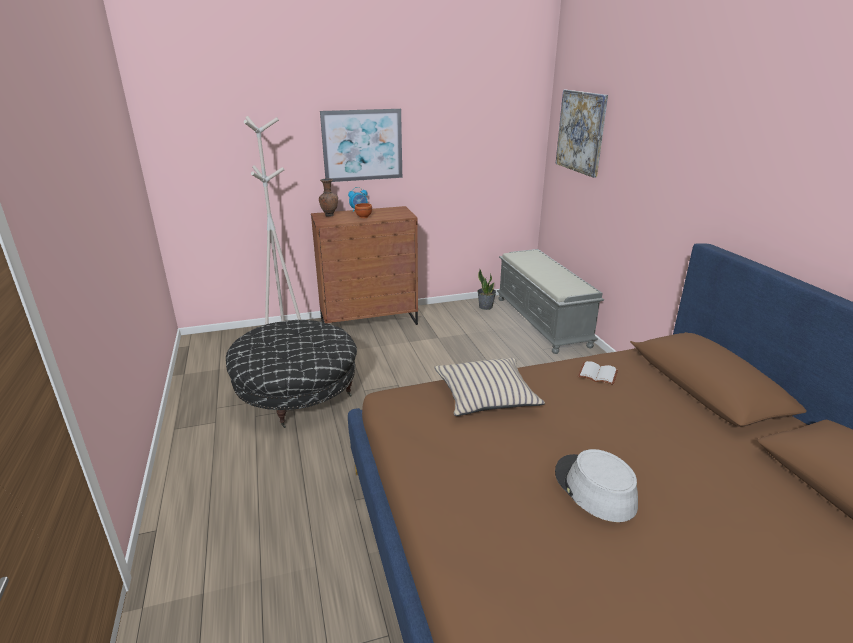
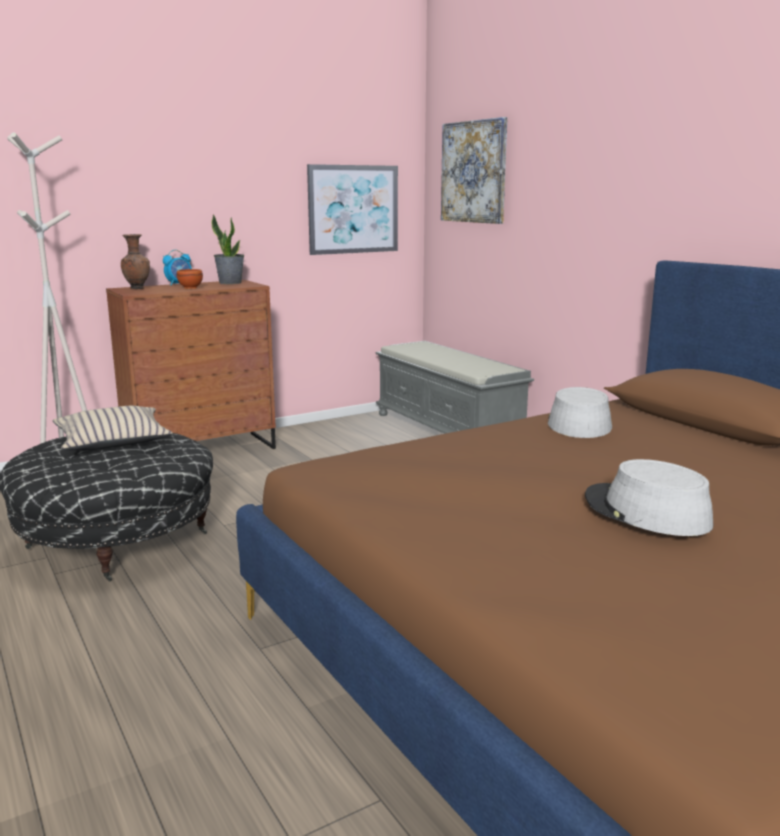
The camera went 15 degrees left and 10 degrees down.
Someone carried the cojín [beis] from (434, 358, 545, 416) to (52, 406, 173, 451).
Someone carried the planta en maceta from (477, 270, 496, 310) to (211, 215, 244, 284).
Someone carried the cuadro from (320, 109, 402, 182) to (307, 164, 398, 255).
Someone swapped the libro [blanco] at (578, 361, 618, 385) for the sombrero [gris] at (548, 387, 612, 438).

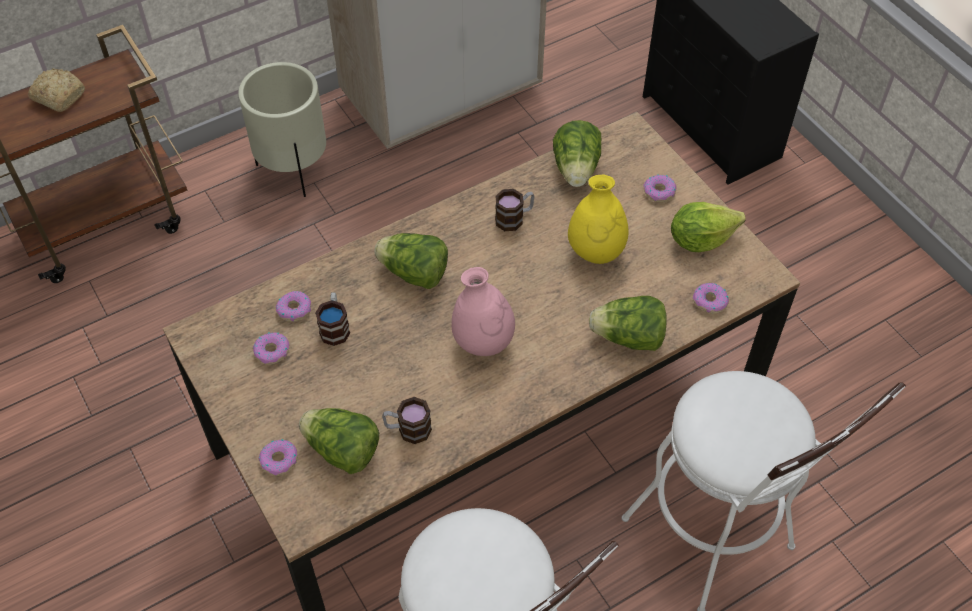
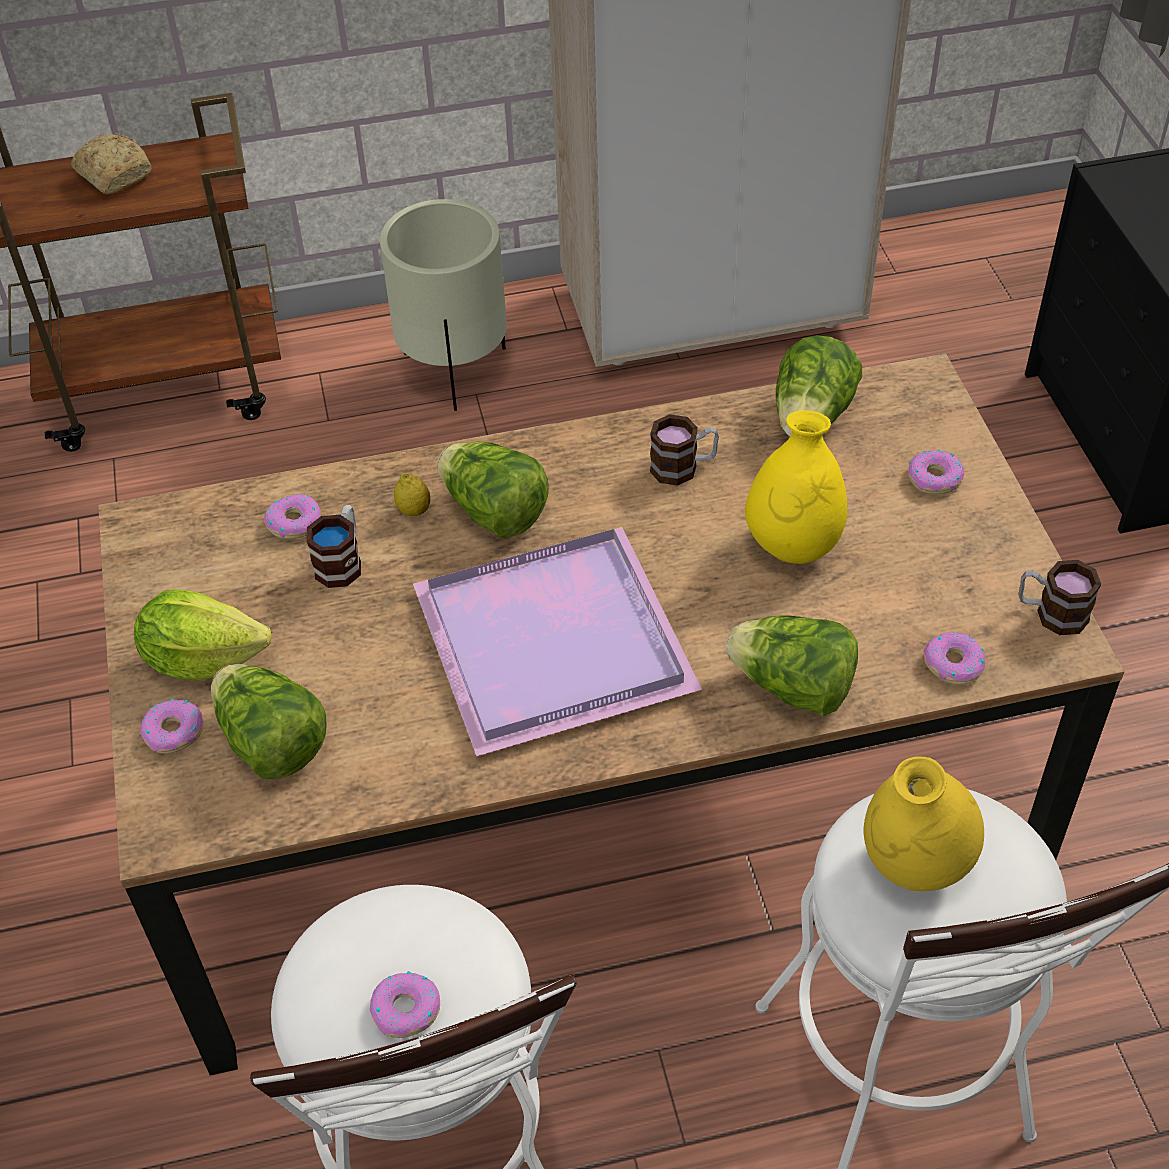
The camera went 20 degrees right and 5 degrees down.
Someone carried the lechuga from (671, 202, 746, 252) to (134, 589, 272, 680).
Someone carried the rosquilla from (253, 332, 290, 365) to (370, 971, 440, 1038).
Someone put down the limón at (394, 473, 430, 516).
Someone swapped the florero [rosa] at (452, 267, 515, 356) for the bandeja [morado] at (413, 527, 702, 756).
Someone put down the florero [amarillo] at (864, 756, 984, 891).
Someone carried the taza grande from (382, 397, 432, 444) to (1019, 560, 1101, 635).

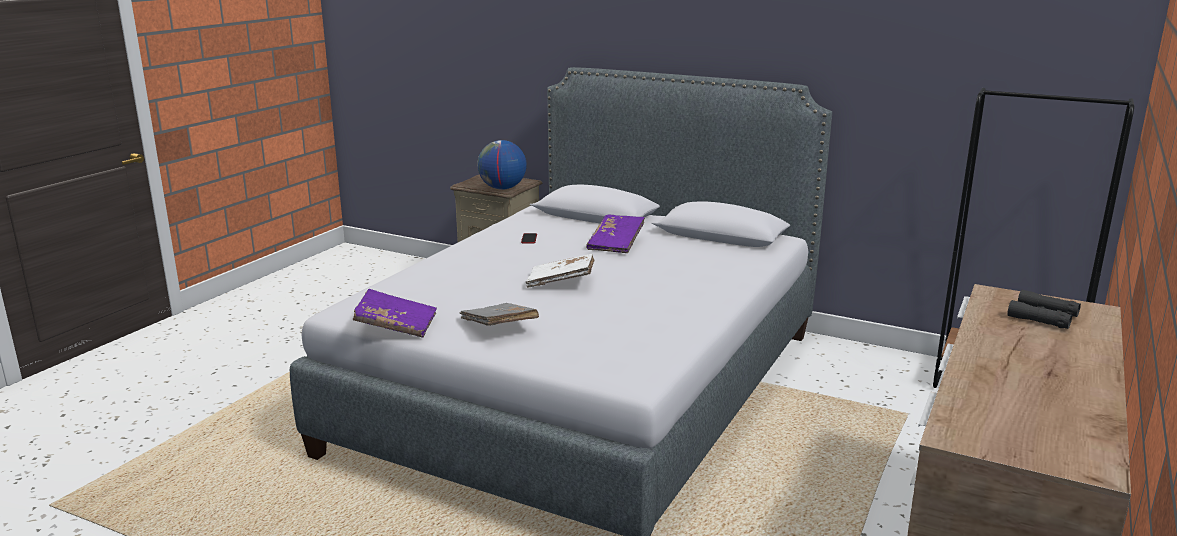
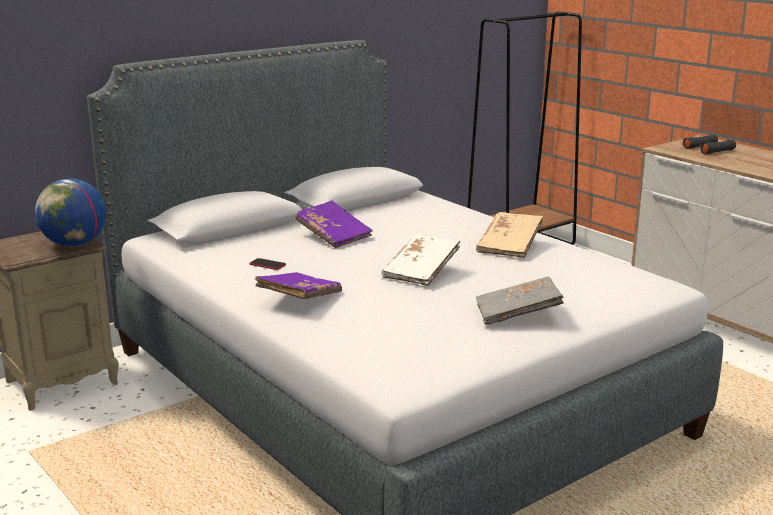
The camera went 65 degrees left and 0 degrees up.
Someone carried the libro [morado] from (353, 289, 437, 338) to (255, 272, 342, 299).
Someone put down the libro [beis] at (476, 212, 543, 258).

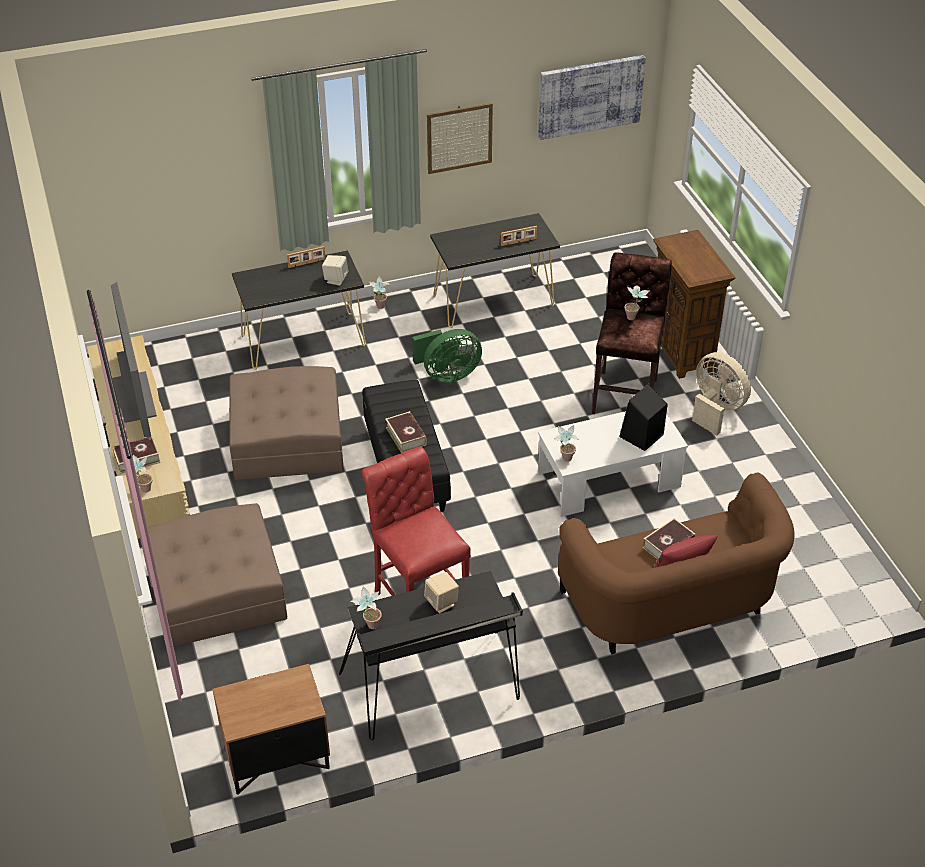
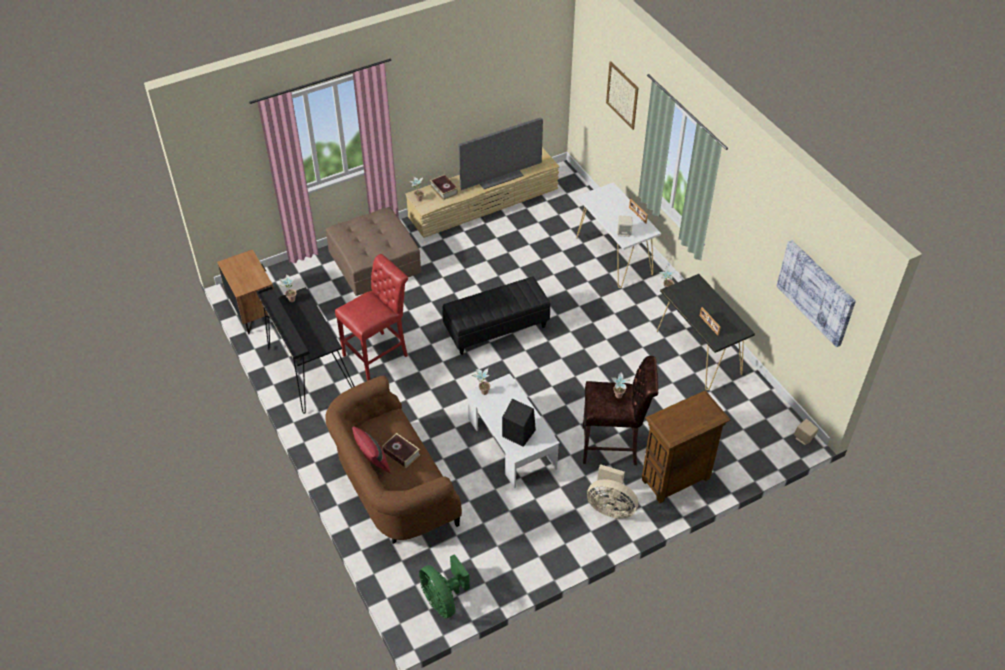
The camera went 80 degrees right and 5 degrees up.
Someone carried the ventilador [verde] from (412, 329, 482, 383) to (419, 554, 470, 618).
Someone repainted the mesa consola [negro] at (232, 251, 365, 369), which became the mesa consola [blanco] at (576, 182, 661, 288).
Someone rotated the ventilador [beis] at (692, 352, 751, 436) by 75 degrees clockwise.
Someone carried the cuadro from (427, 103, 493, 174) to (606, 61, 638, 130).
Someone carried the altavoz [beis] from (424, 572, 459, 613) to (794, 419, 818, 445).
Someone took away the puf [marrón] at (229, 366, 344, 480).
Someone took away the libro at (385, 411, 427, 453).

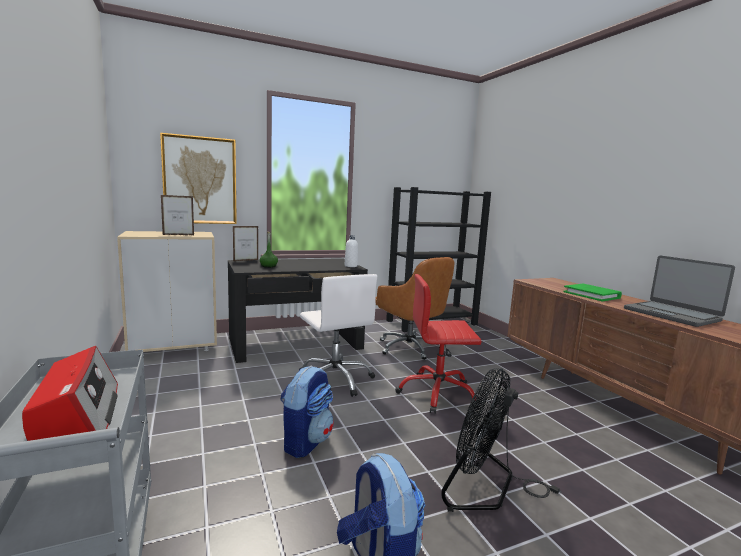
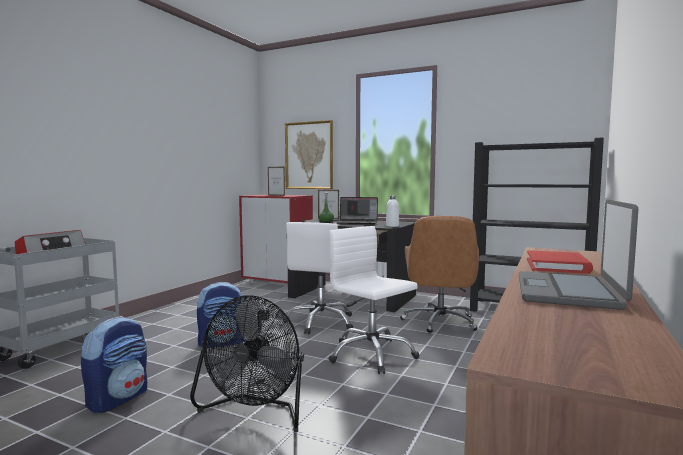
The camera went 50 degrees right and 5 degrees down.
Someone rotated the ventilador [negro] at (441, 368, 561, 512) by 150 degrees counterclockwise.
Someone repainted the armario [beis] at (117, 231, 217, 352), which became the armario [rojo] at (239, 195, 313, 283).
Someone repainted the silla de oficina [rojo] at (395, 274, 482, 414), which became the silla de oficina [blanco] at (329, 226, 419, 374).
Someone put down the portátil at (336, 197, 378, 224).
Someone repainted the libro [verde] at (563, 284, 622, 301), which became the libro [rojo] at (527, 250, 593, 274).

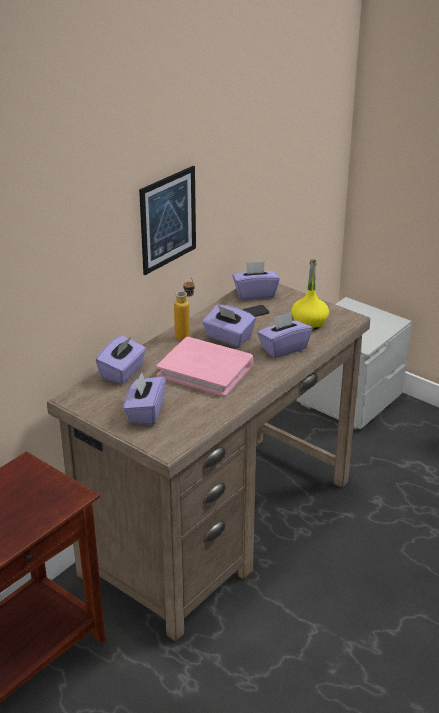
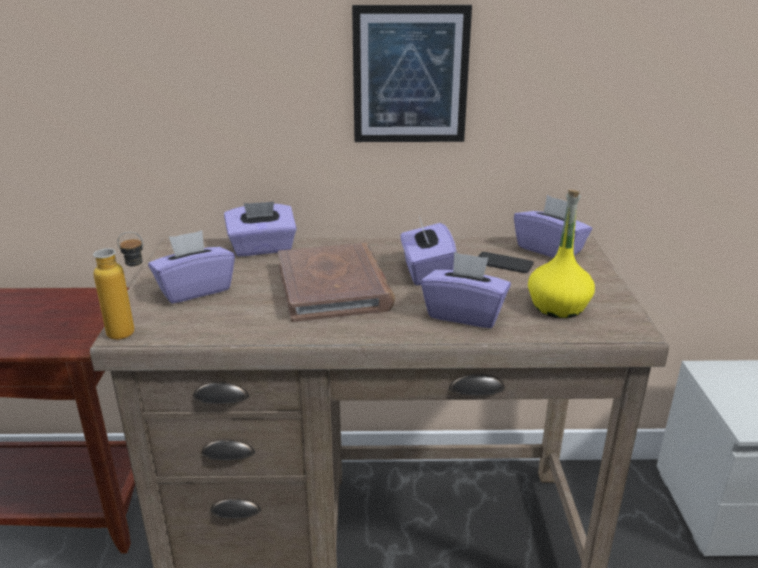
The camera went 50 degrees right and 5 degrees down.
Someone carried the botella from (174, 278, 195, 341) to (93, 231, 144, 340).
Someone repainted the libro [rosa] at (156, 337, 254, 397), which became the libro [marrón] at (278, 243, 395, 322).

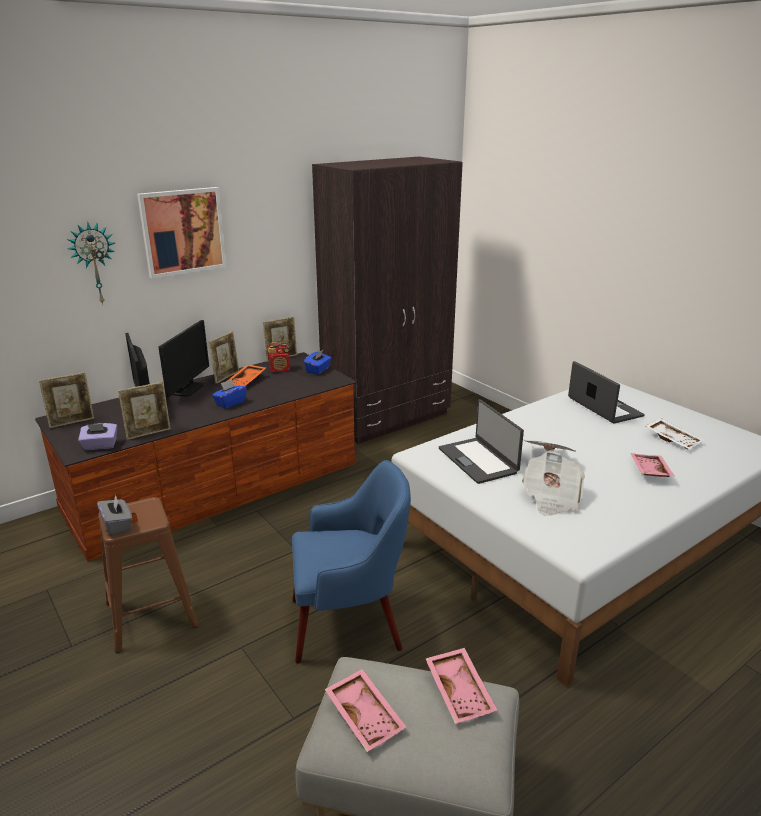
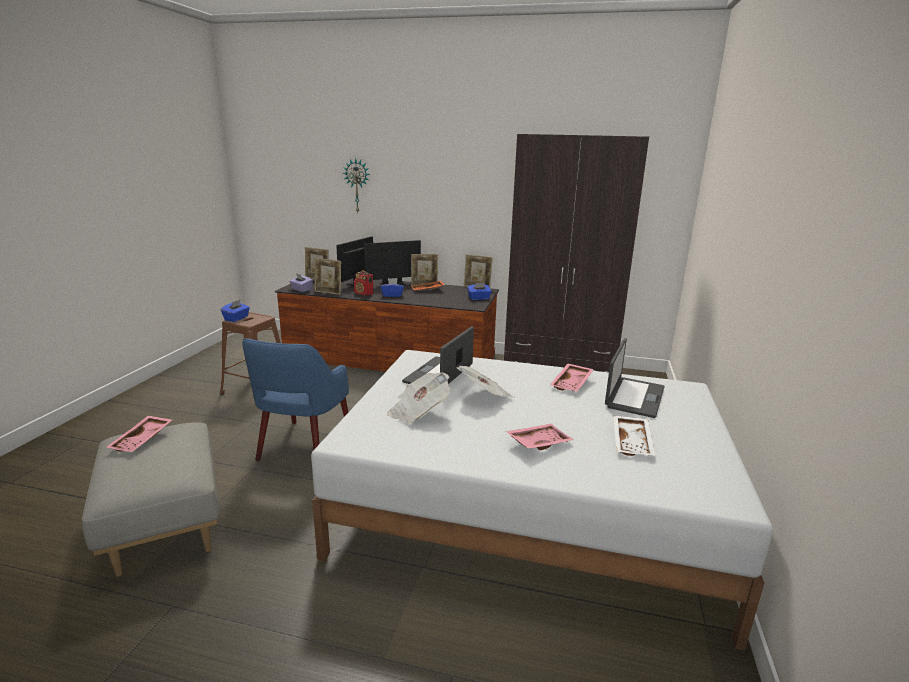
The camera went 50 degrees right and 5 degrees down.
Someone repainted the caja de pañuelos [gris] at (97, 494, 132, 536), which became the caja de pañuelos [azul] at (221, 299, 250, 322).
Someone rotated the sillón [azul] at (292, 460, 411, 664) by 60 degrees clockwise.
Someone carried the radio from (267, 342, 290, 372) to (354, 270, 373, 296).
Someone carried the bandeja [rosa] from (426, 648, 497, 724) to (550, 363, 594, 391).
Someone took away the cuadro at (137, 187, 227, 279).

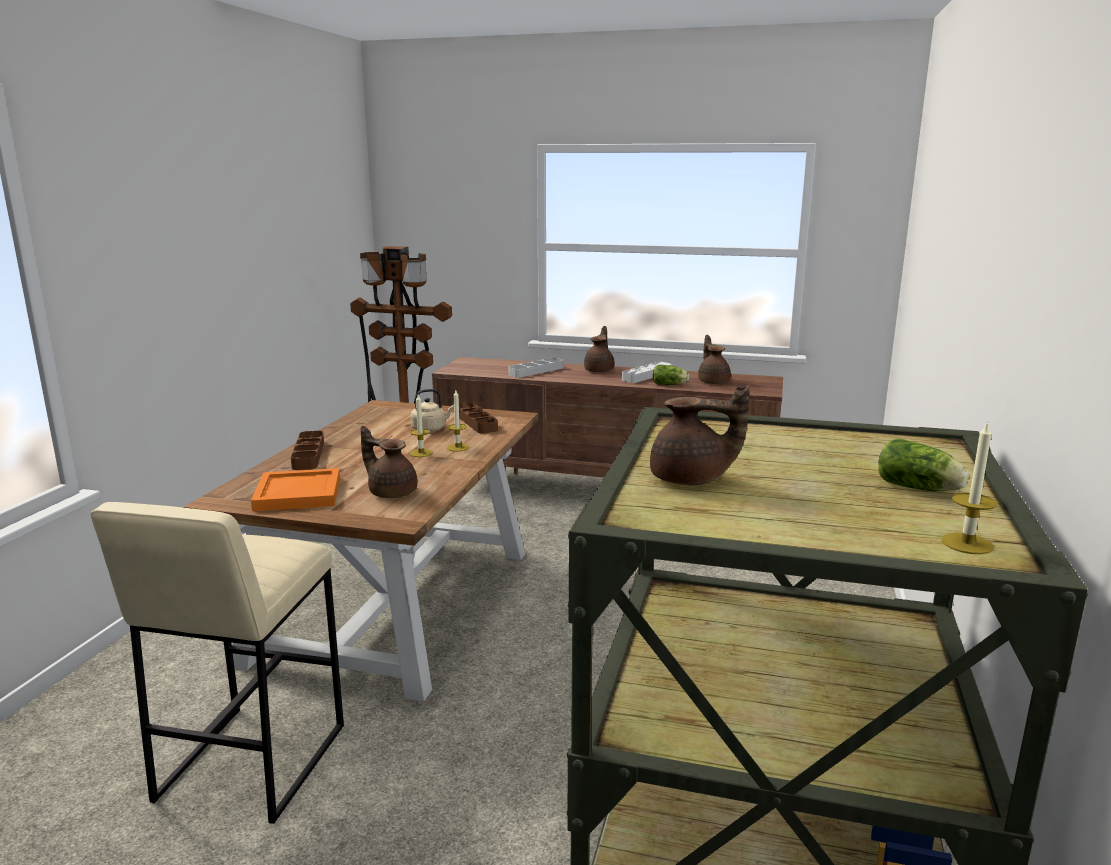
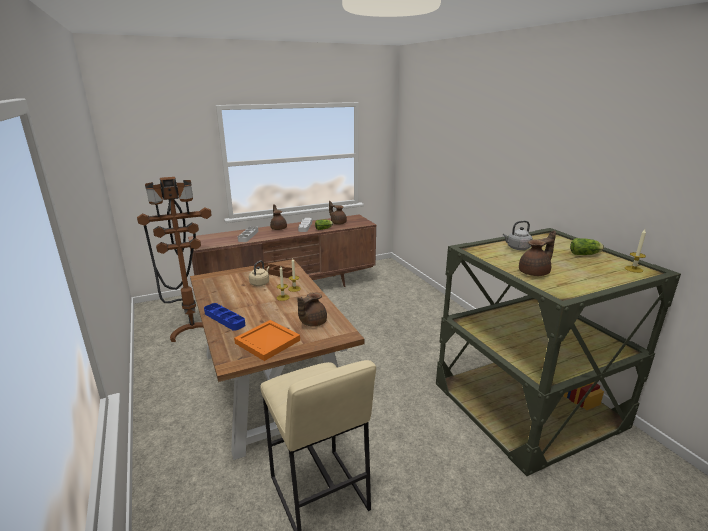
The camera went 40 degrees left and 5 degrees up.
Someone repainted the bandeja [marrón] at (291, 431, 324, 470), which became the bandeja [azul] at (204, 303, 245, 331).
Someone rotated the tetera [marrón] at (360, 426, 418, 498) by 45 degrees counterclockwise.
Someone put down the hervidor [gris] at (503, 221, 533, 250).

